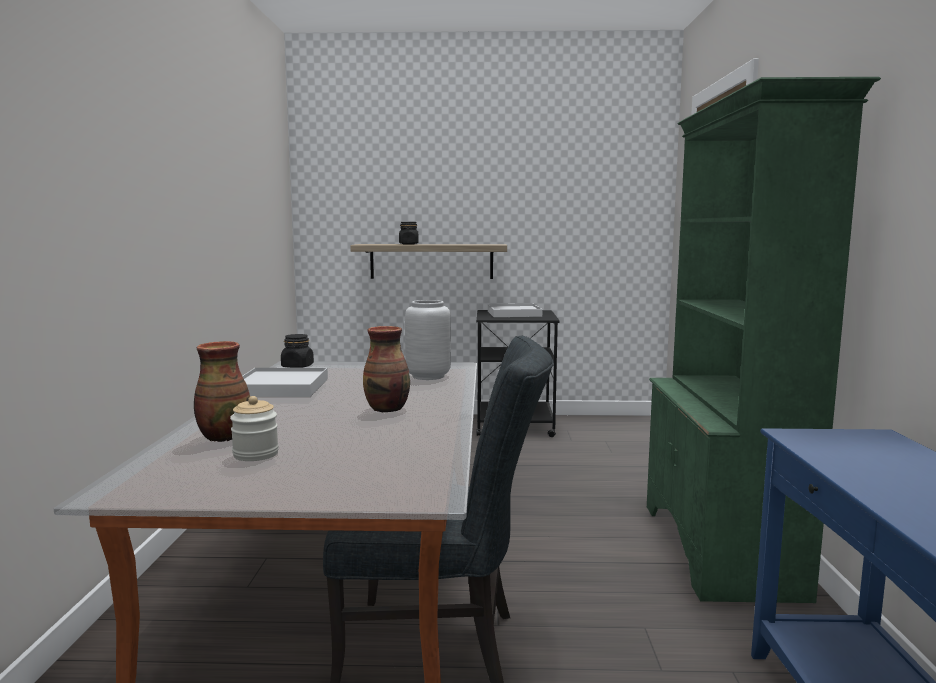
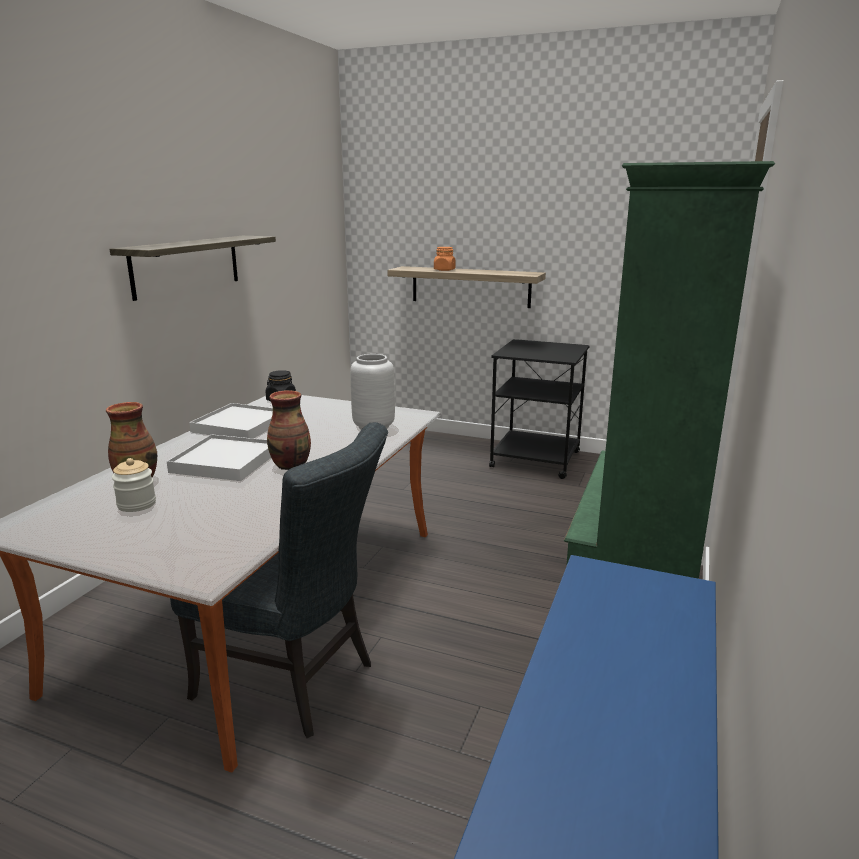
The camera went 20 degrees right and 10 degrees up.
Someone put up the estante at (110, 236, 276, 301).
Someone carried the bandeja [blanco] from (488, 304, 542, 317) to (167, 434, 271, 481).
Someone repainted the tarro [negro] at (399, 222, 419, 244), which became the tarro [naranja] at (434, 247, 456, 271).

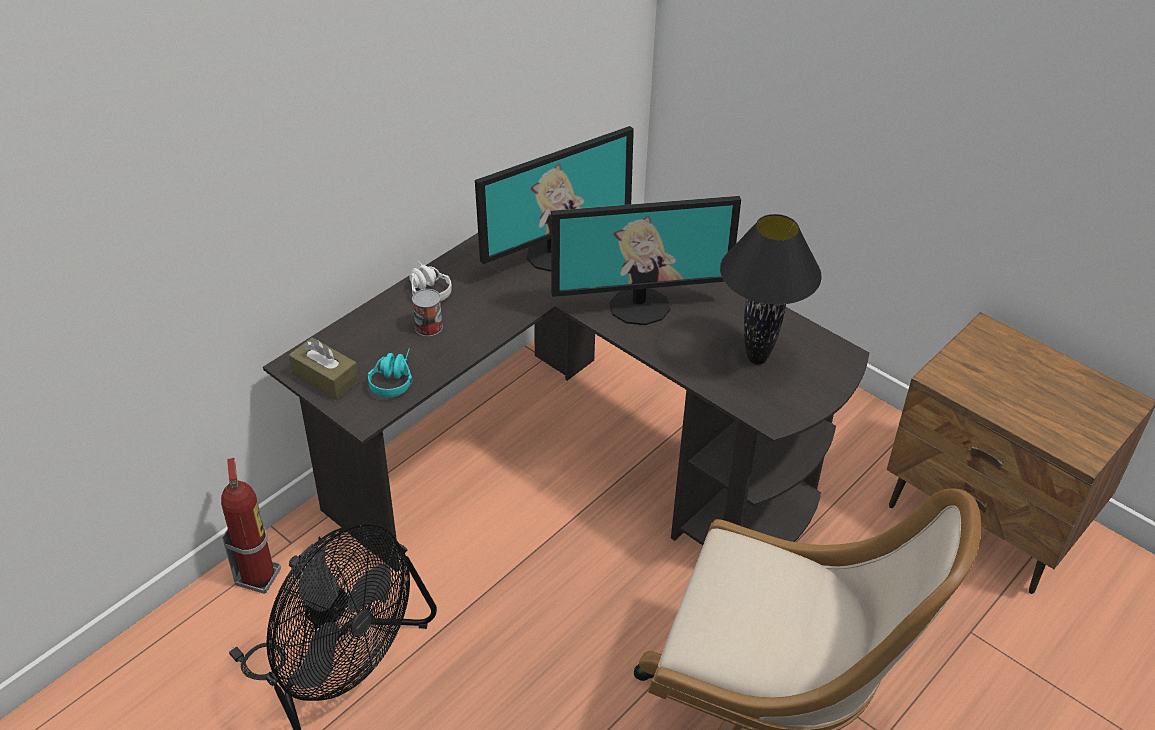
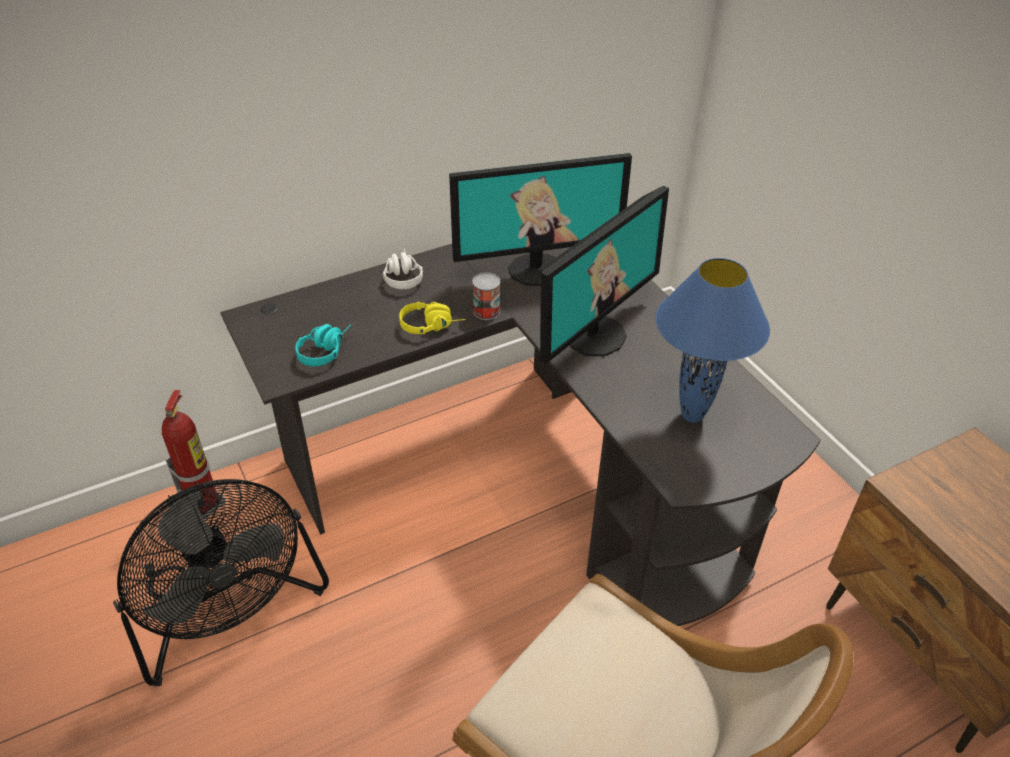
The camera went 20 degrees right and 0 degrees up.
Someone put down the auriculares [amarillo] at (399, 302, 465, 334).
Someone carried the lata from (412, 289, 443, 336) to (472, 273, 500, 320).
Someone rotated the monitor at (551, 196, 741, 325) by 60 degrees counterclockwise.
Someone repainted the lámpara de mesa [negro] at (720, 214, 822, 365), which became the lámpara de mesa [azul] at (655, 258, 770, 423).
Someone took away the caja de pañuelos [marrón] at (289, 337, 359, 400).

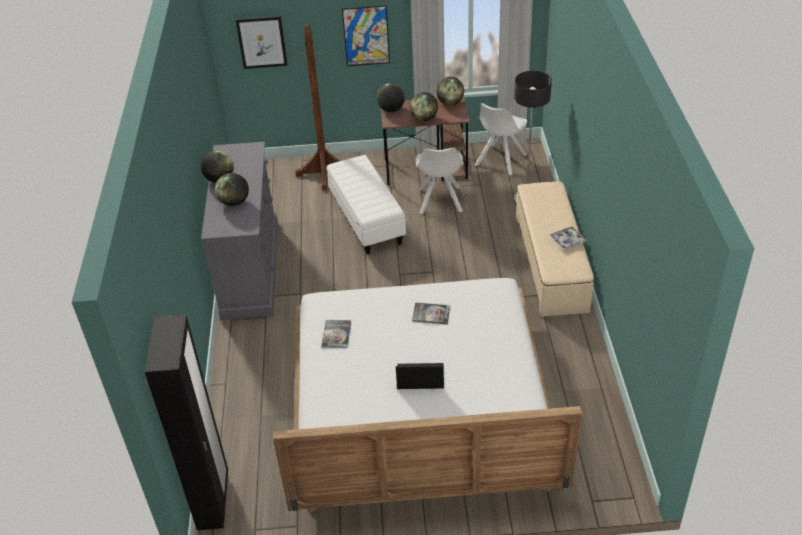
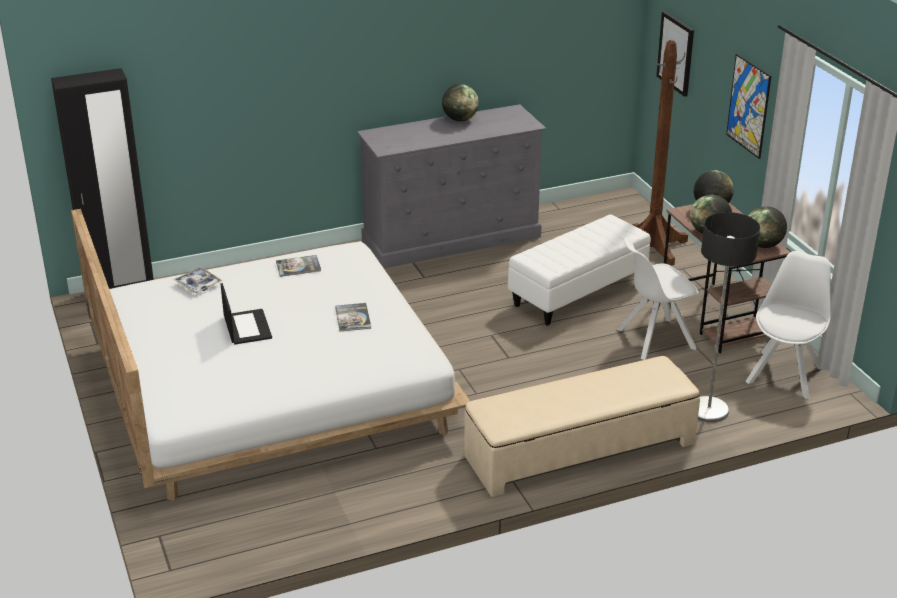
The camera went 70 degrees right and 10 degrees down.
Someone carried the bandeja from (550, 226, 587, 250) to (173, 267, 222, 293).
Someone rotated the silla [blanco] at (475, 103, 527, 175) by 105 degrees clockwise.
Someone took away the globo terráqueo at (215, 173, 249, 206).

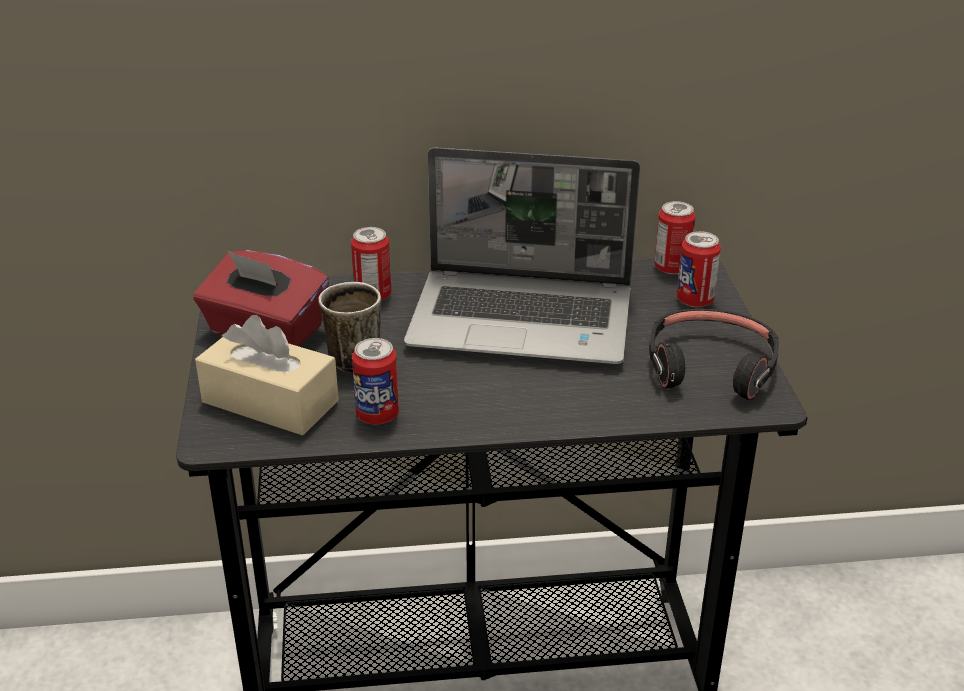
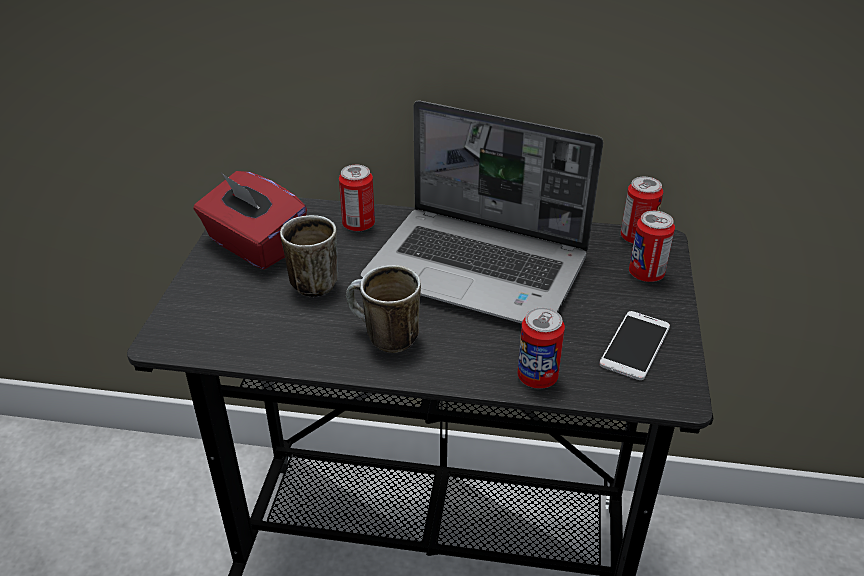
The camera went 15 degrees right and 5 degrees up.
Someone put down the taza grande at (346, 265, 421, 353).
Someone carried the lata from (352, 338, 399, 425) to (518, 307, 565, 389).
Someone swapped the auriculares [negro] at (649, 308, 779, 400) for the móvil at (599, 311, 670, 380).
Someone took away the caja de pañuelos [beis] at (195, 315, 339, 435).

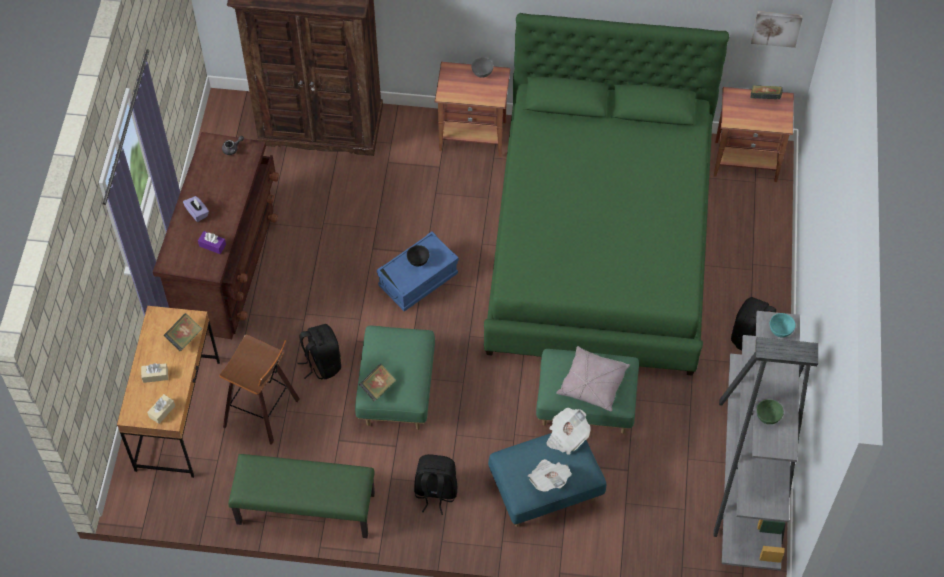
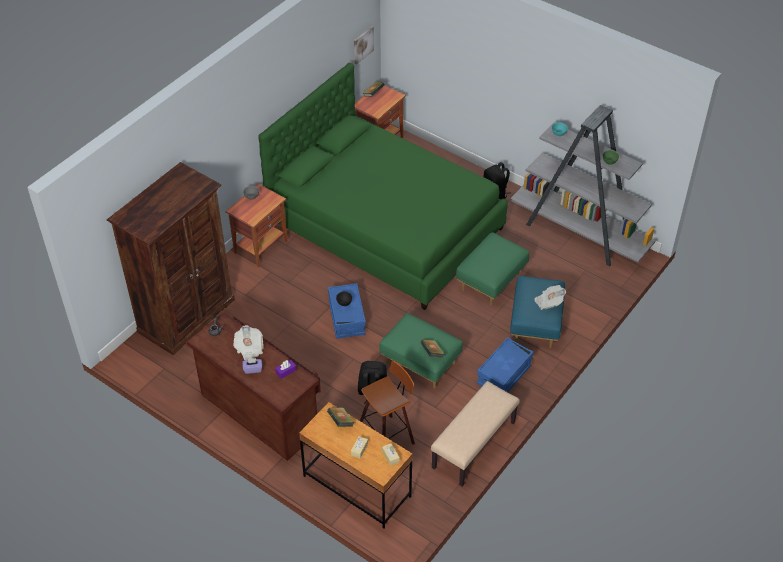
The camera went 60 degrees left and 10 degrees down.
Someone carried the periódico from (546, 408, 591, 454) to (233, 325, 263, 360).
Someone repainted the banco [verde] at (228, 454, 375, 538), which became the banco [beis] at (431, 381, 520, 486).
Someone swapped the mochila [negro] at (414, 454, 457, 515) for the caja de almacenaje [azul] at (477, 337, 533, 392).
Someone took away the cojín [morado] at (556, 346, 630, 412).

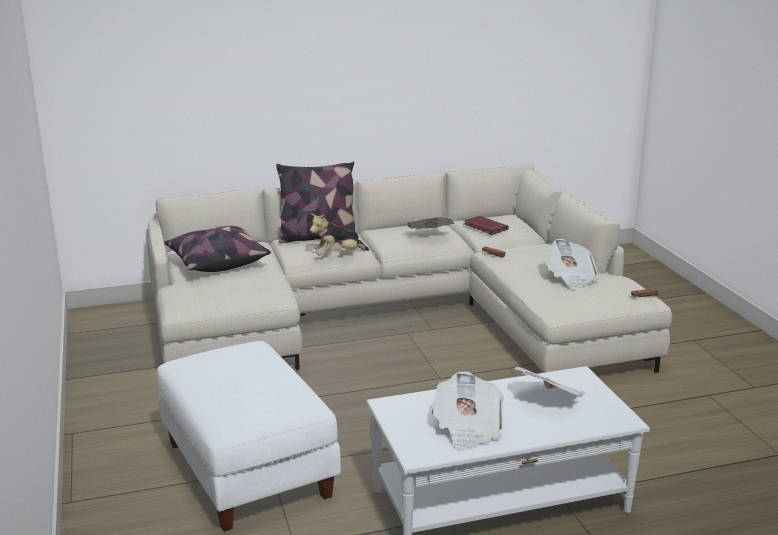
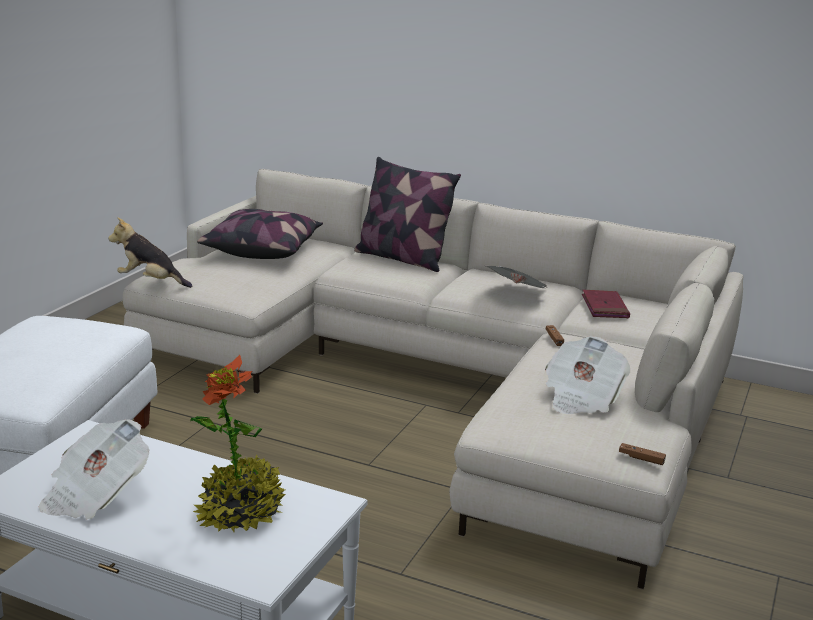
The camera went 40 degrees right and 0 degrees up.
Someone carried the peluche from (310, 213, 369, 255) to (108, 218, 192, 288).
Someone swapped the periódico at (514, 367, 585, 397) for the planta en maceta at (190, 355, 285, 532).

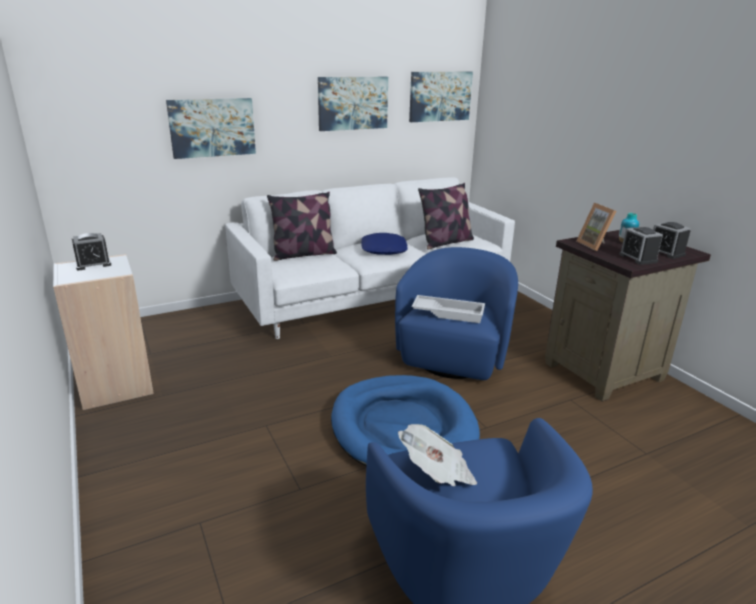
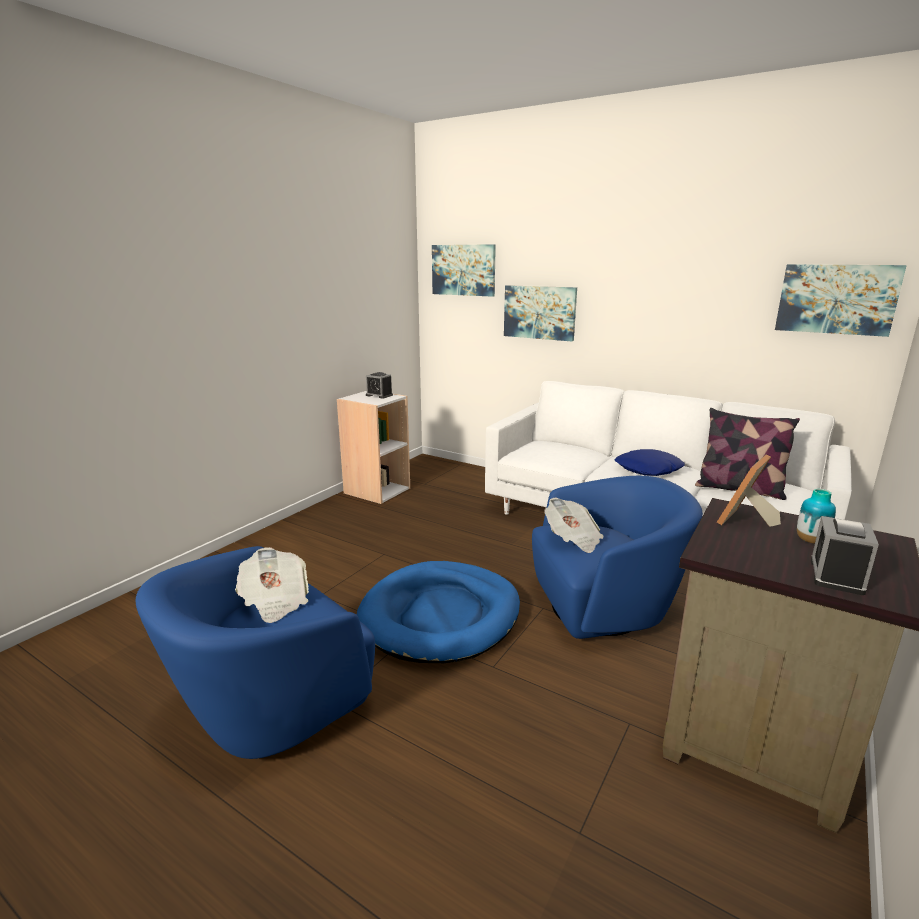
The camera went 60 degrees right and 5 degrees down.
Someone carried the cuadro from (318, 77, 388, 131) to (432, 244, 496, 297).
Someone swapped the bandeja [blanco] at (412, 295, 485, 323) for the periódico at (544, 498, 604, 553).
Someone took away the cojín at (267, 192, 337, 261).
Someone took away the despertador at (619, 227, 663, 265).

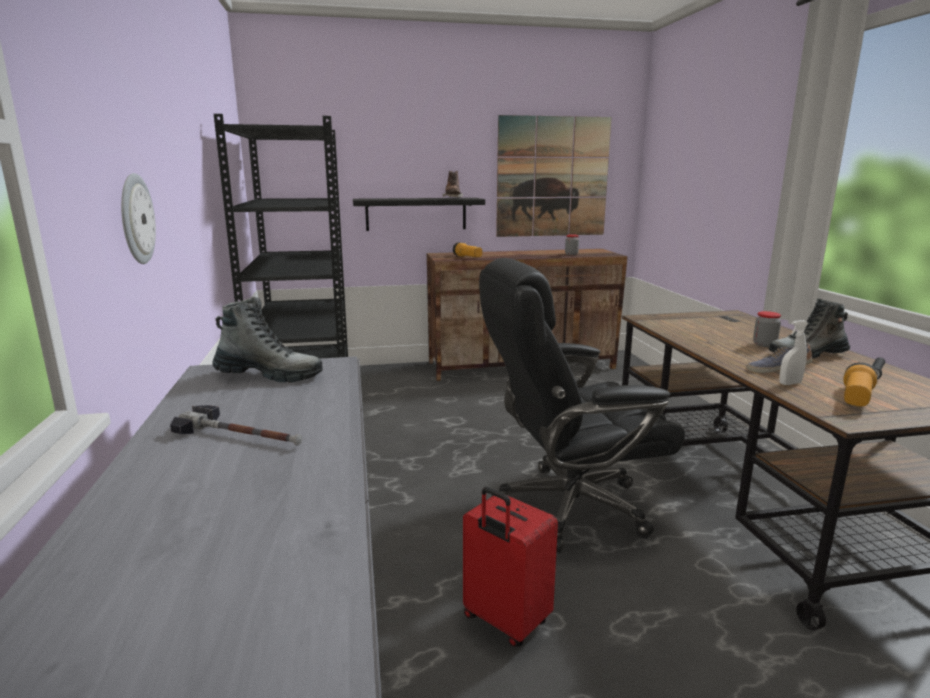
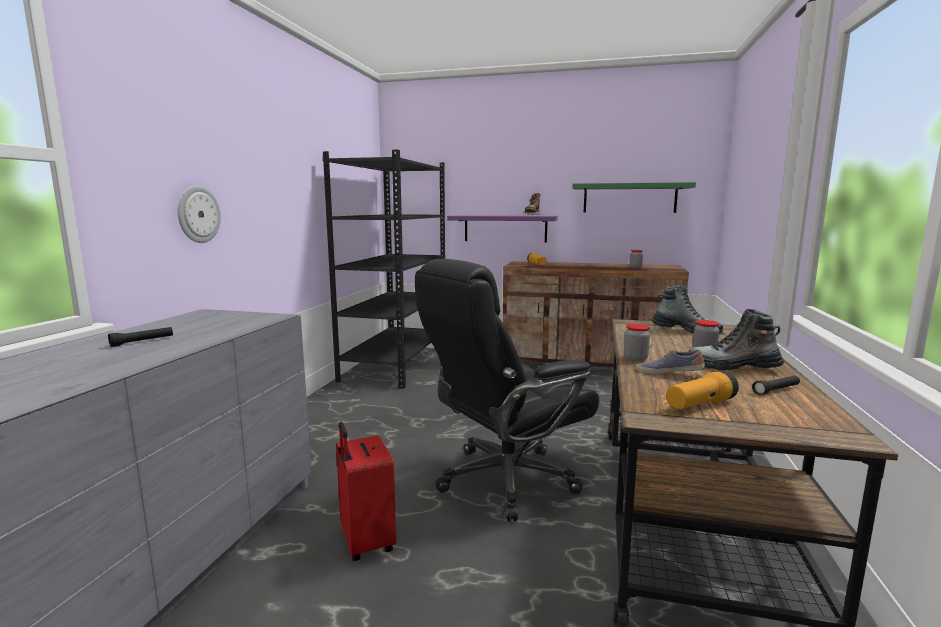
The camera went 25 degrees right and 5 degrees down.
Someone swapped the martillo at (170, 405, 302, 446) for the linterna [negro] at (108, 327, 173, 347).
Someone rotated the silla de oficina [negro] at (479, 258, 685, 553) by 45 degrees counterclockwise.
Someone repainted the estante [negro] at (353, 198, 485, 231), which became the estante [morado] at (447, 215, 558, 242).
Someone swapped the cuadro at (496, 115, 611, 237) for the estante [verde] at (572, 182, 696, 213).
Someone put down the tarro at (624, 324, 650, 362).
Someone carried the bota from (212, 297, 323, 383) to (652, 285, 723, 334).
Someone took away the pulverizador [blanco] at (779, 320, 809, 385).

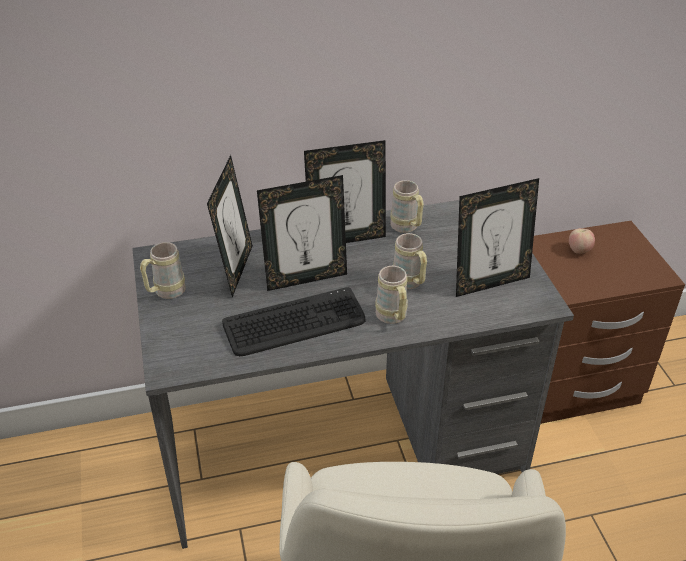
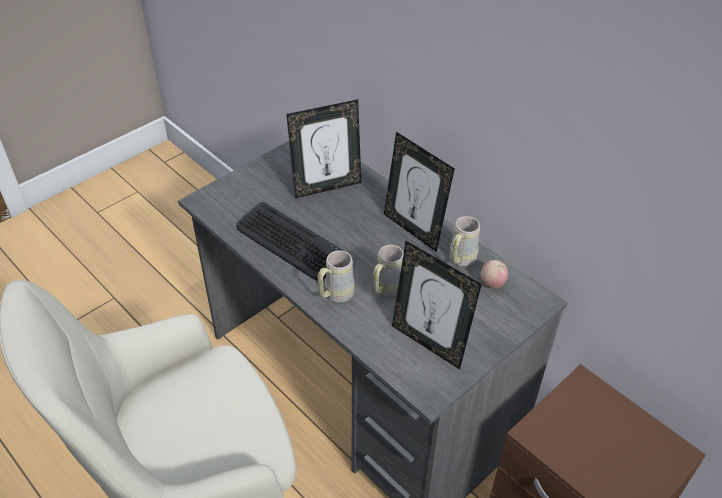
The camera went 60 degrees right and 5 degrees up.
Someone carried the manzana from (569, 228, 595, 254) to (481, 260, 508, 288).
Someone took away the taza grande [beis] at (140, 242, 186, 299).
Someone took away the portarretratos at (257, 175, 347, 291).

